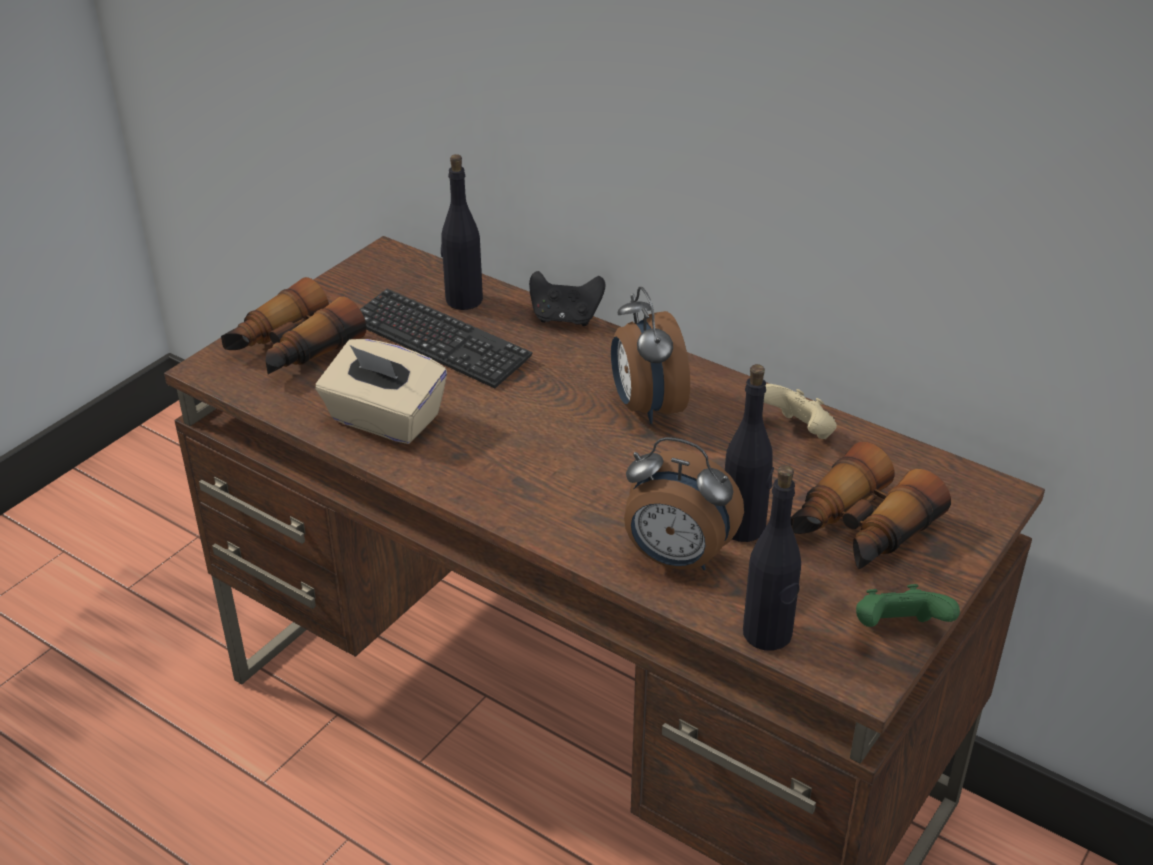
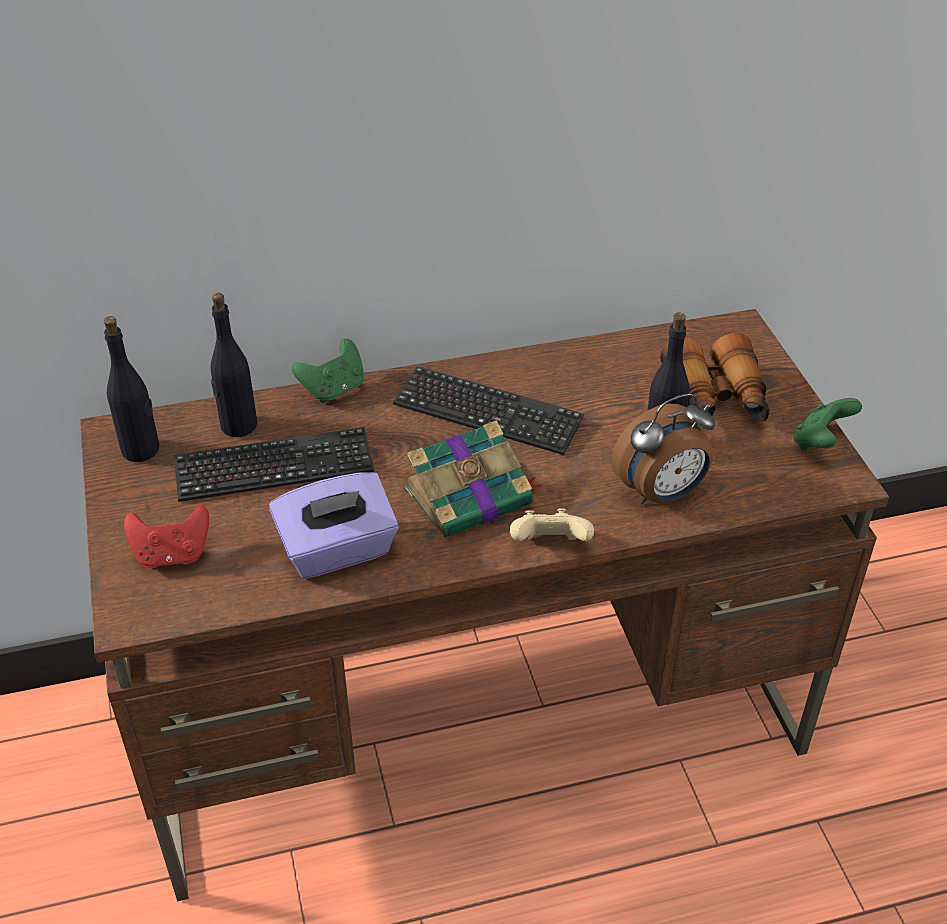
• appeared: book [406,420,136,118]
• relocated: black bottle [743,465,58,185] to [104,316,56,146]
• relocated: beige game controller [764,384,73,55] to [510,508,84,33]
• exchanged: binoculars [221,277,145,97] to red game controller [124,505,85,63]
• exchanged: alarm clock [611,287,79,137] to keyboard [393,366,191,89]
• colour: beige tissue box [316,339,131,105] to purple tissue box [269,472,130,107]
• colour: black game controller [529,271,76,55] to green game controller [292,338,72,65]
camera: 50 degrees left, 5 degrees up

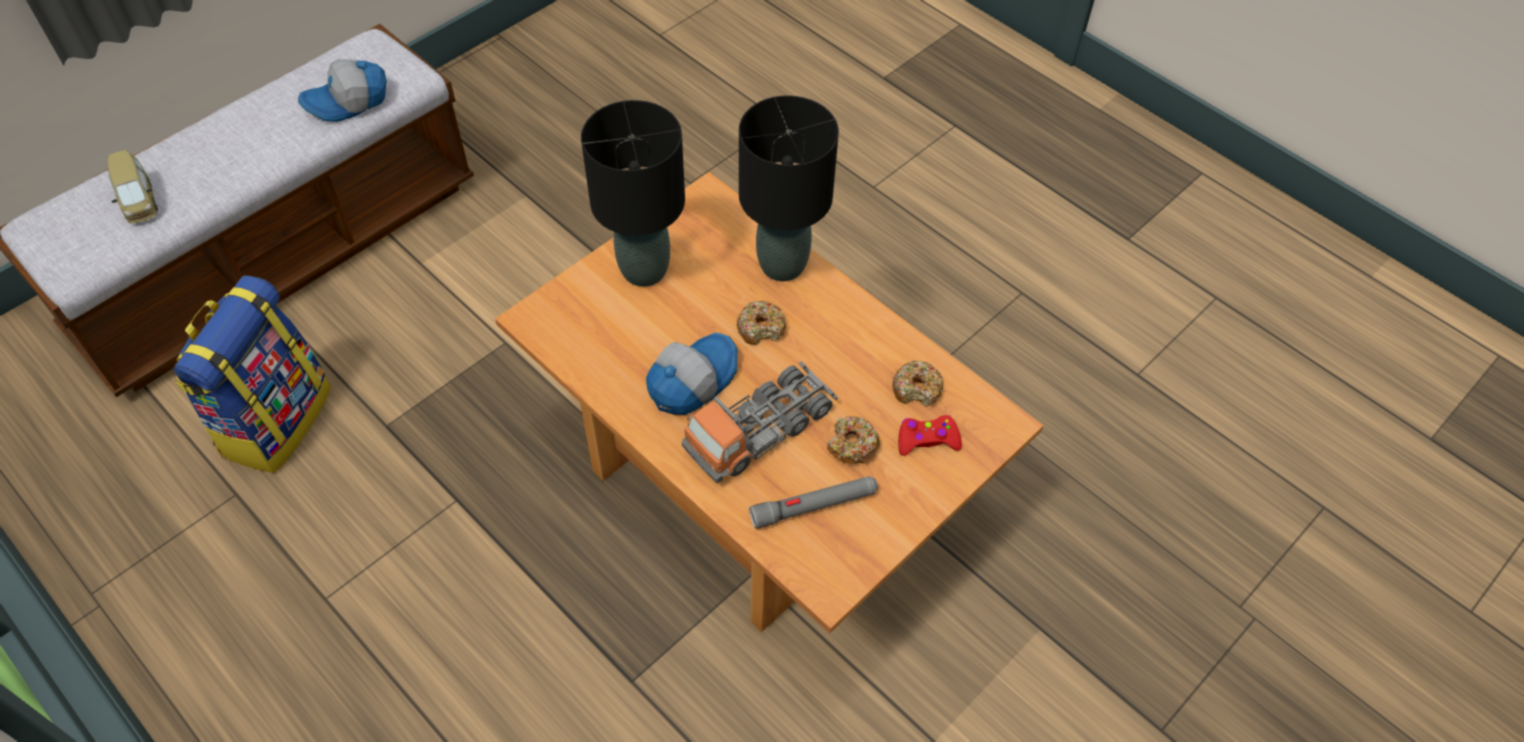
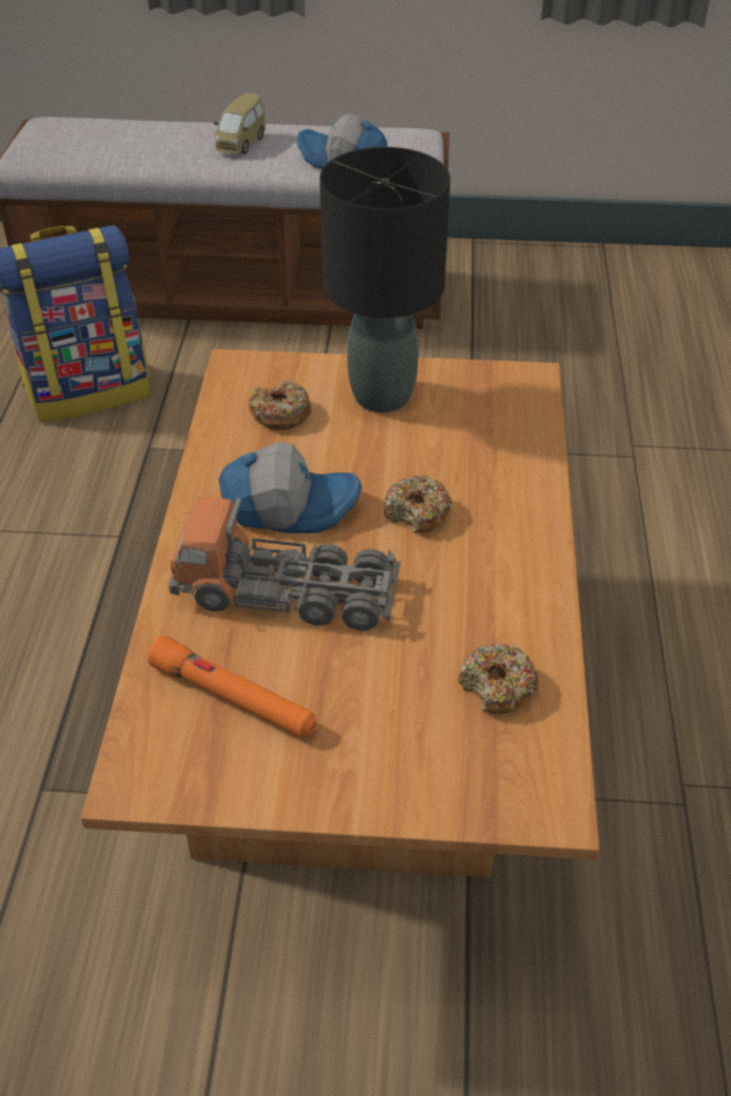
• missing: black table lamp [739,95,100,186]
• missing: red game controller [898,415,64,41]
• relocated: toy car [107,150,51,74] to [214,93,52,61]
• relocated: donut [827,416,53,48] to [249,380,63,50]
• colour: grey flashlight [749,476,129,53] to orange flashlight [147,636,170,102]
camera: 50 degrees right, 10 degrees down

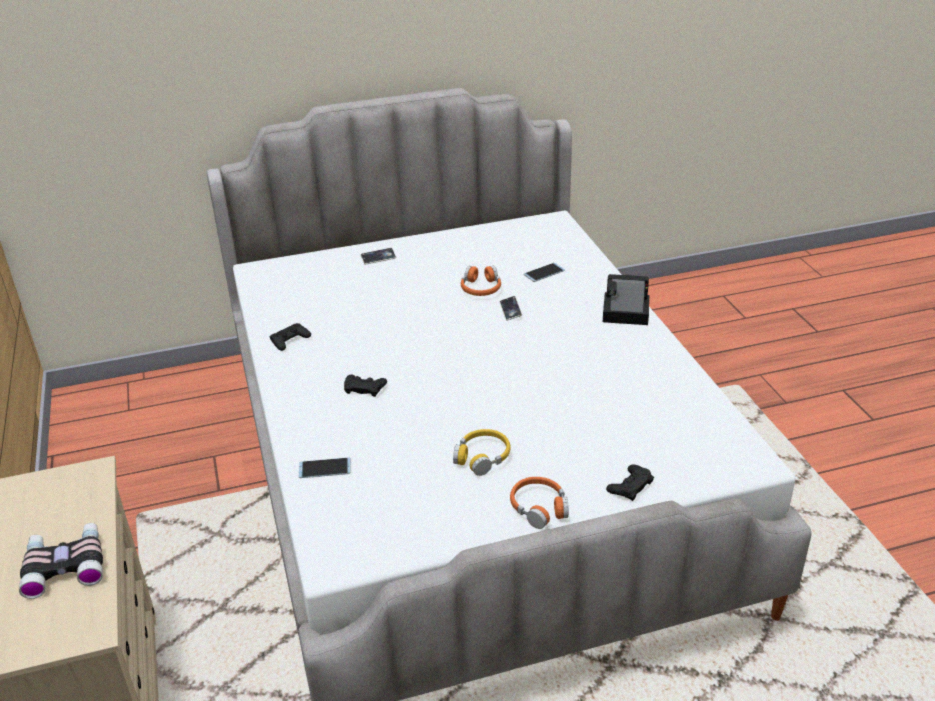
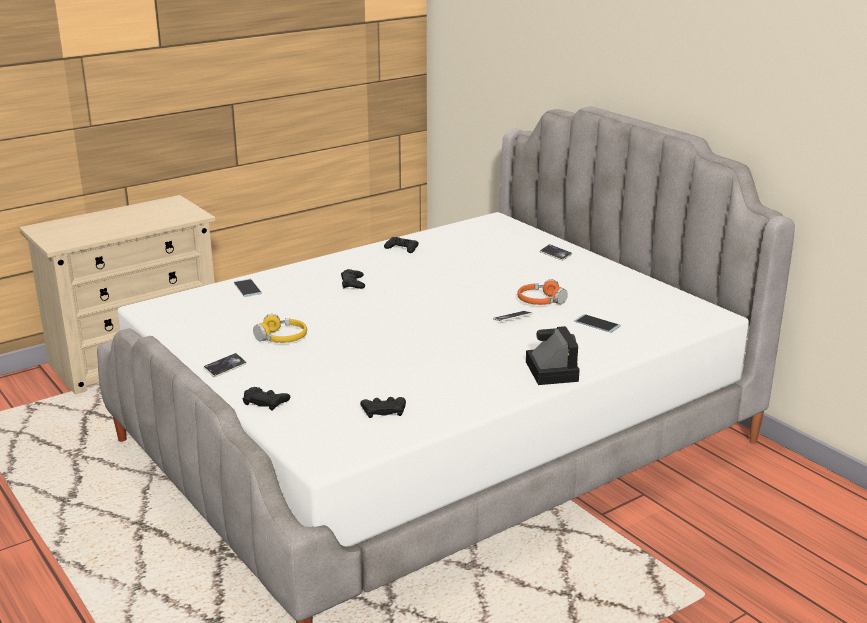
• missing: binoculars [19,523,84,76]
• appeared: black game controller [360,397,46,21]
• exchanged: orange headphones [510,477,59,52] to phone [203,353,44,24]
camera: 70 degrees right, 10 degrees down

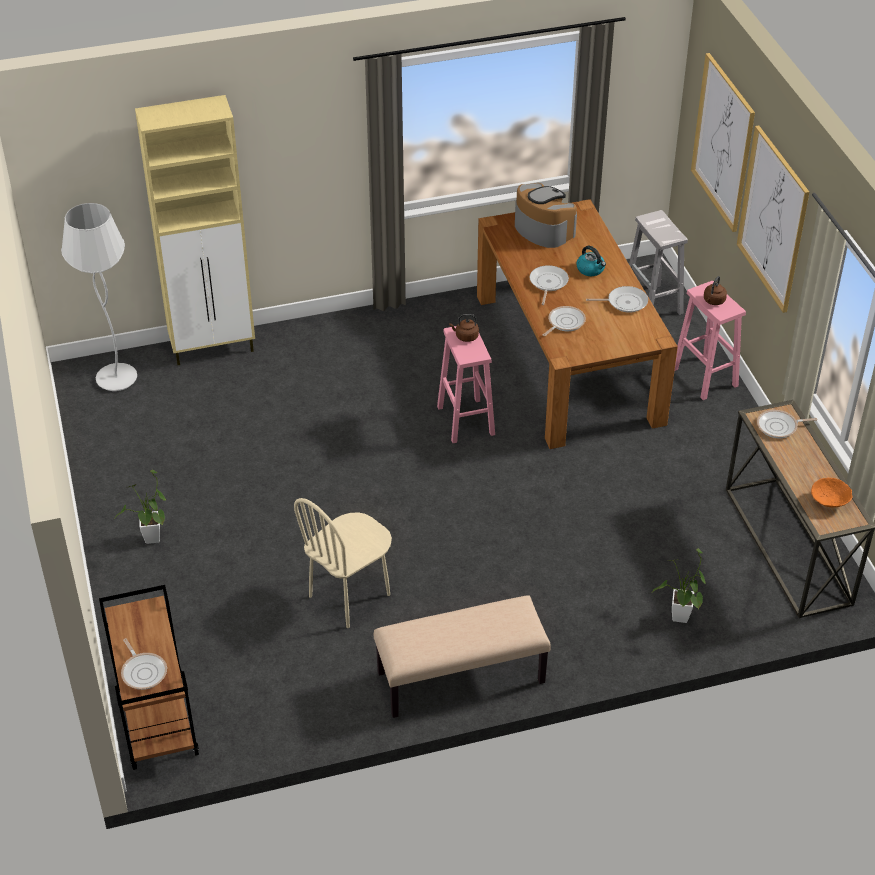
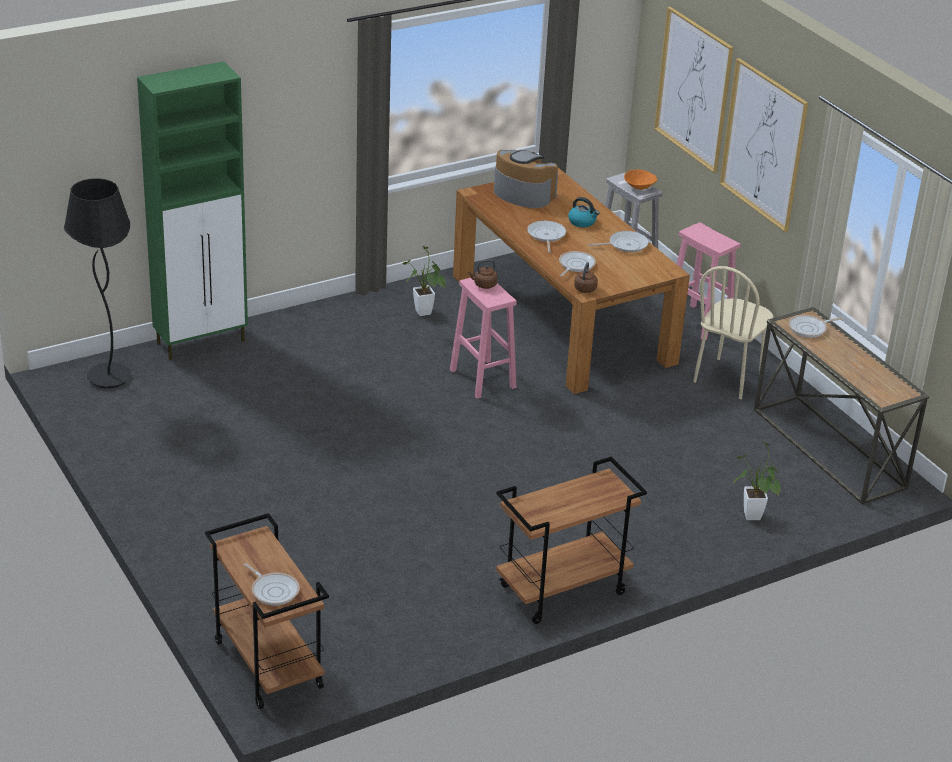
• relocated: potted plant [115,470,51,74] to [402,246,44,70]
• relocated: beige chair [294,498,98,130] to [693,266,80,133]
• relocated: brown kettle [704,276,23,29] to [574,262,24,31]
• relocated: orange bowl [811,478,42,29] to [624,170,33,20]
• exchanged: beige bench [374,595,177,123] to brown cart [496,456,151,168]
• colour: white floor lamp [61,203,76,188] to black floor lamp [64,178,67,210]
• colour: beige cabinet [135,95,120,270] to green cabinet [137,61,111,299]
camera: 15 degrees left, 10 degrees down

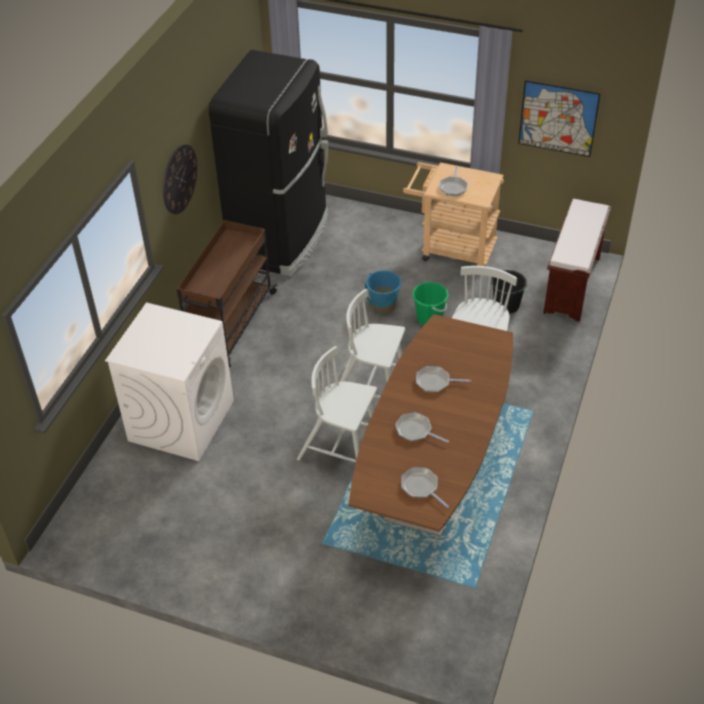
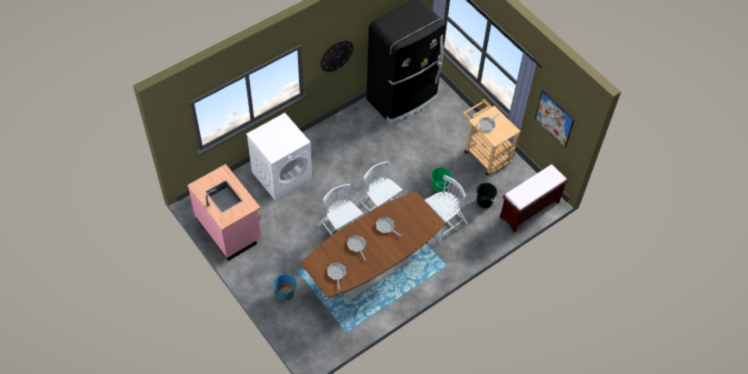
• missing: brown cart [177,220,101,147]
• appeared: pink counter [188,164,73,97]
• relocated: blue bucket [365,270,36,44] to [274,273,23,27]
camera: 30 degrees right, 10 degrees up

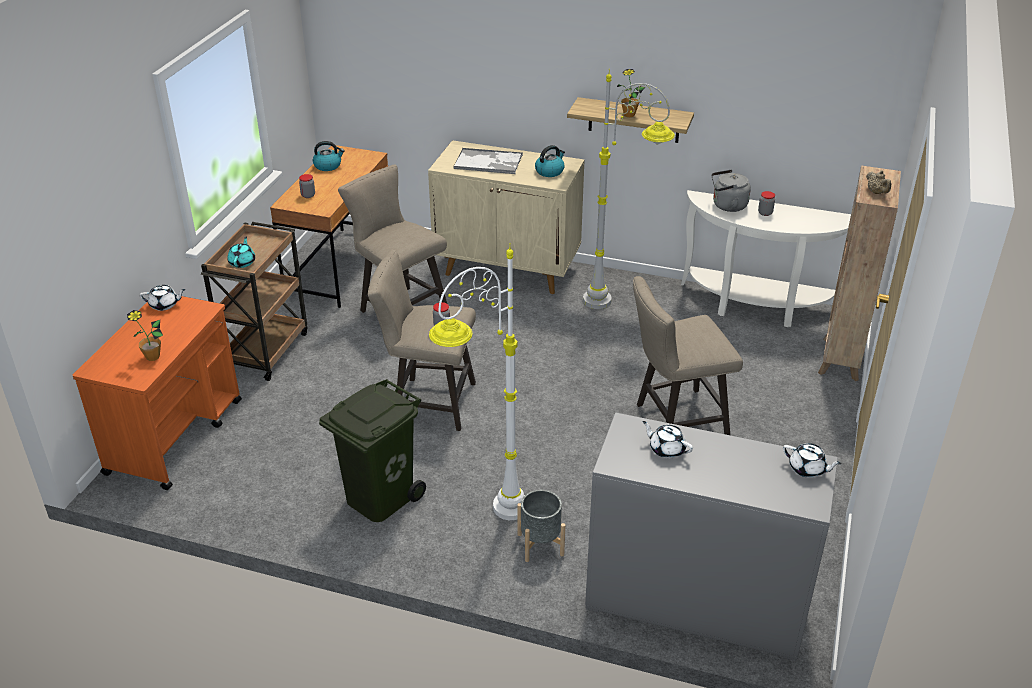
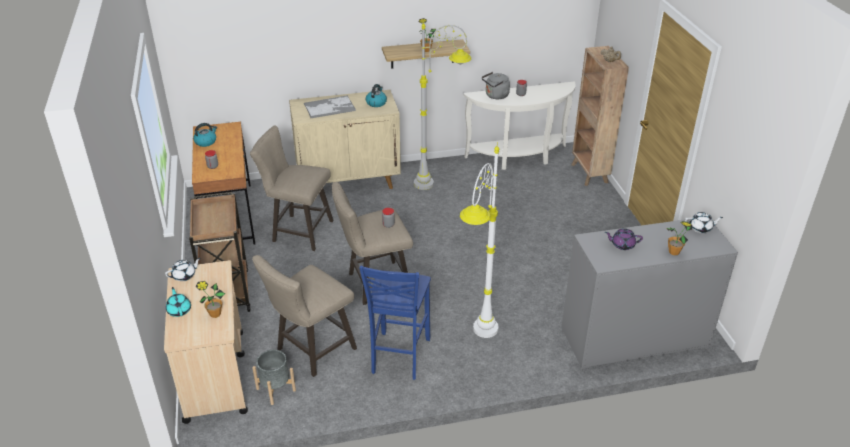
• appeared: potted plant [666,221,26,34]
• relocated: turquoise teapot [227,237,28,31] to [166,287,25,30]
• relocated: grey planter [517,490,48,72] to [252,350,44,55]
• relocated: beige stool [633,276,110,159] to [252,255,105,122]
• exchanged: green trash can [319,379,107,143] to blue chair [359,266,72,114]
• colour: orange cart [73,296,169,194] to beige cart [164,260,84,164]
• colour: white teapot [642,421,51,37] to purple teapot [605,229,38,21]
camera: 30 degrees left, 0 degrees up

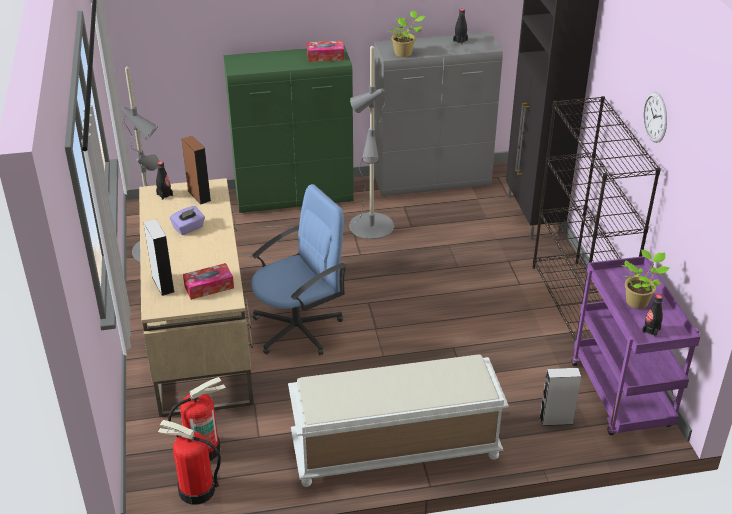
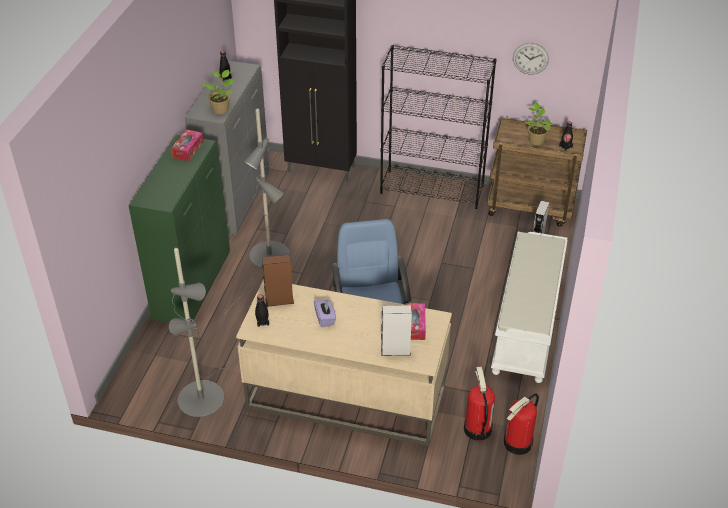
• relocated: wall clock [643,92,24,51] to [513,43,36,31]
• colour: purple cart [572,256,128,179] to brown cart [487,118,100,109]
camera: 65 degrees left, 5 degrees up

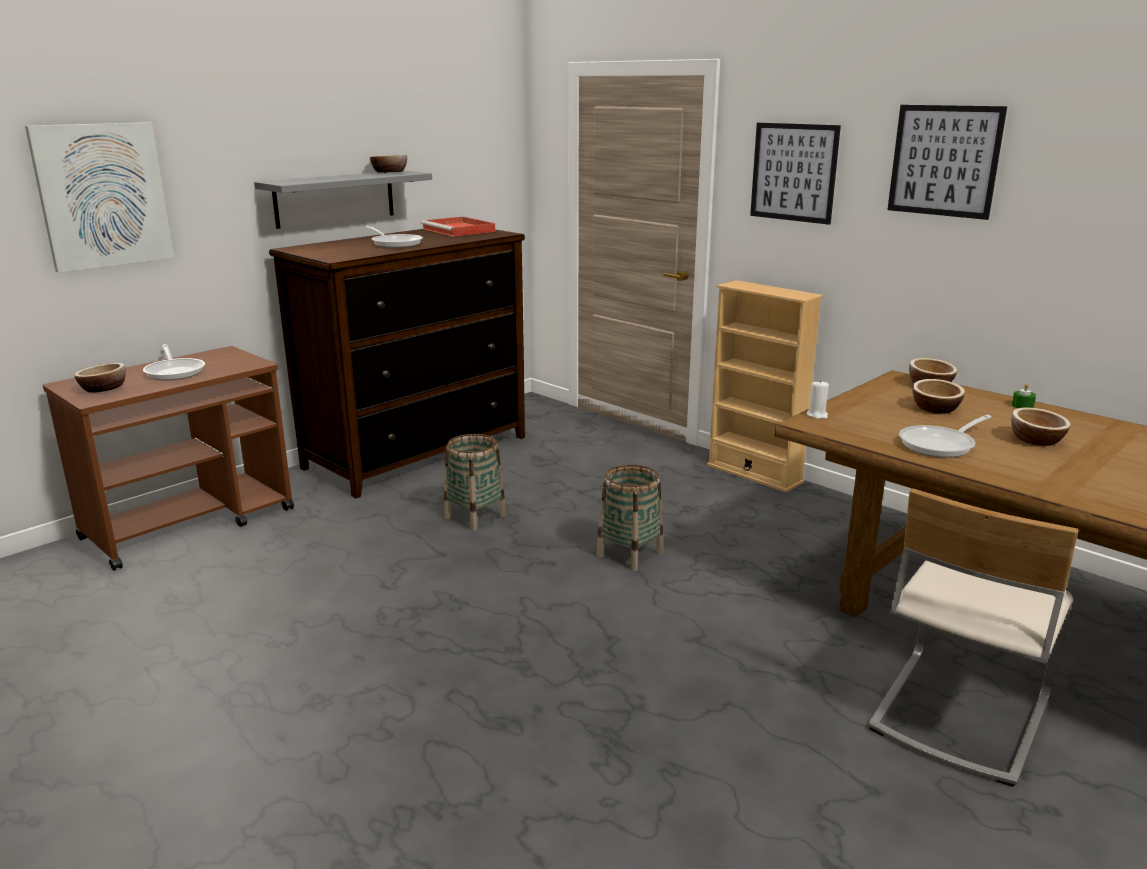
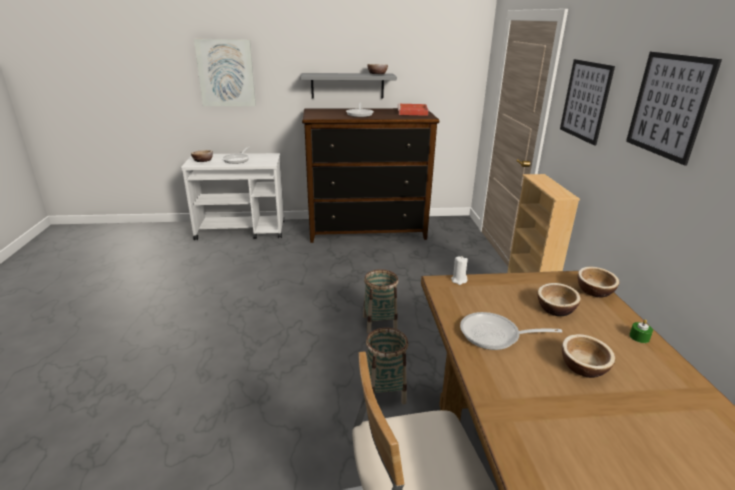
• relocated: basket [444,434,62,97] to [366,328,42,77]
• colour: brown cart [43,346,251,225] to white cart [181,153,103,87]
camera: 40 degrees right, 5 degrees up

